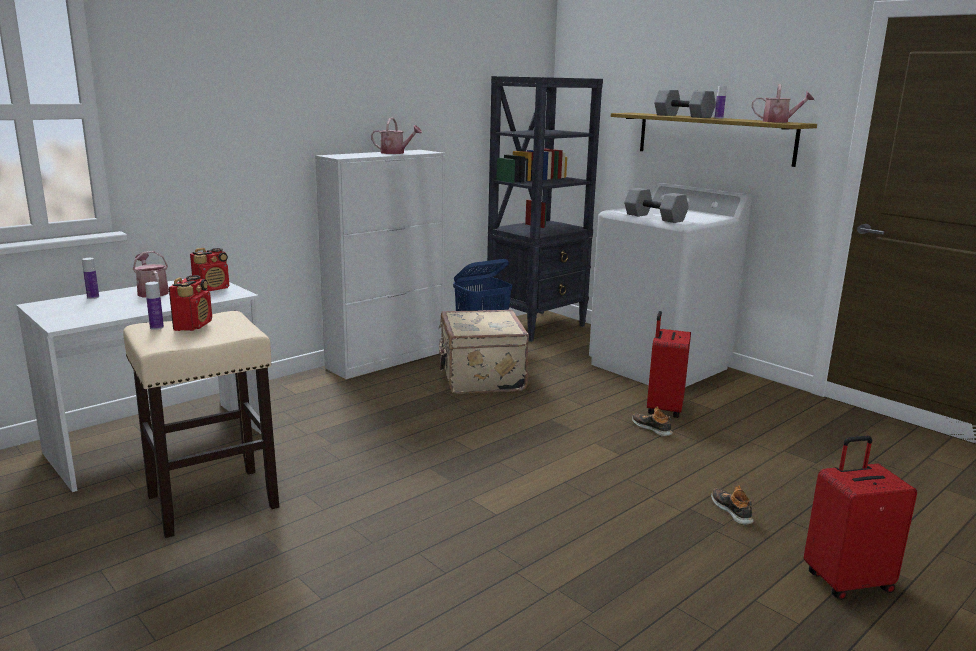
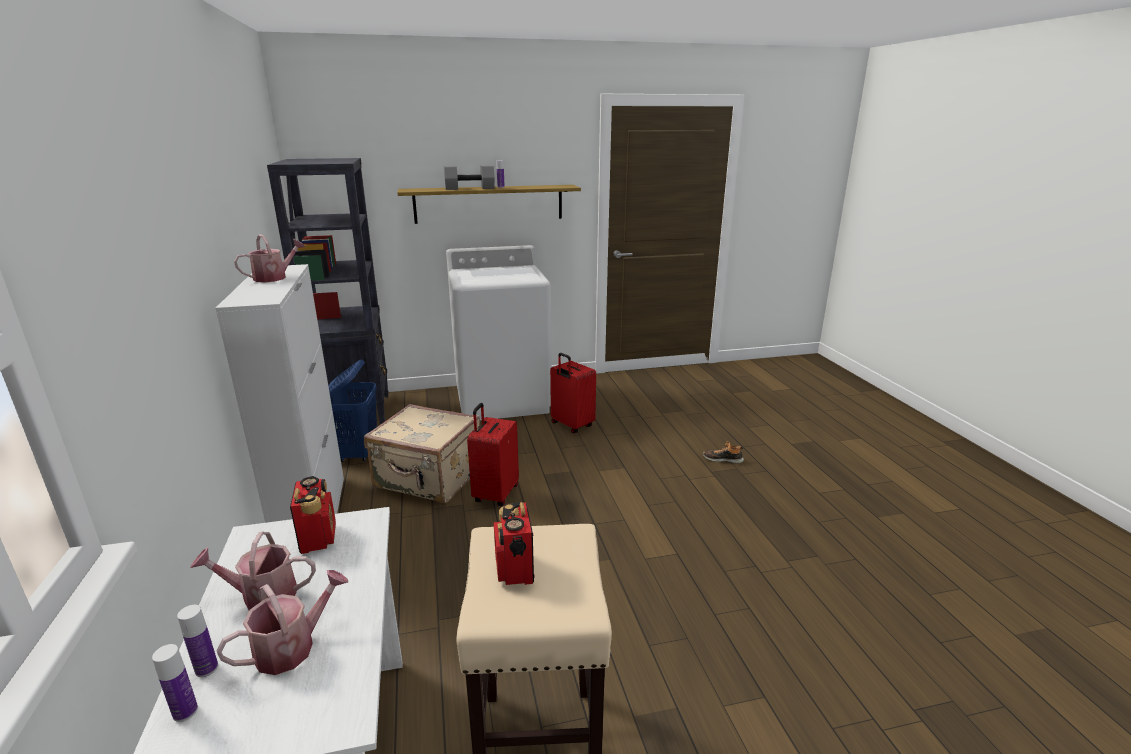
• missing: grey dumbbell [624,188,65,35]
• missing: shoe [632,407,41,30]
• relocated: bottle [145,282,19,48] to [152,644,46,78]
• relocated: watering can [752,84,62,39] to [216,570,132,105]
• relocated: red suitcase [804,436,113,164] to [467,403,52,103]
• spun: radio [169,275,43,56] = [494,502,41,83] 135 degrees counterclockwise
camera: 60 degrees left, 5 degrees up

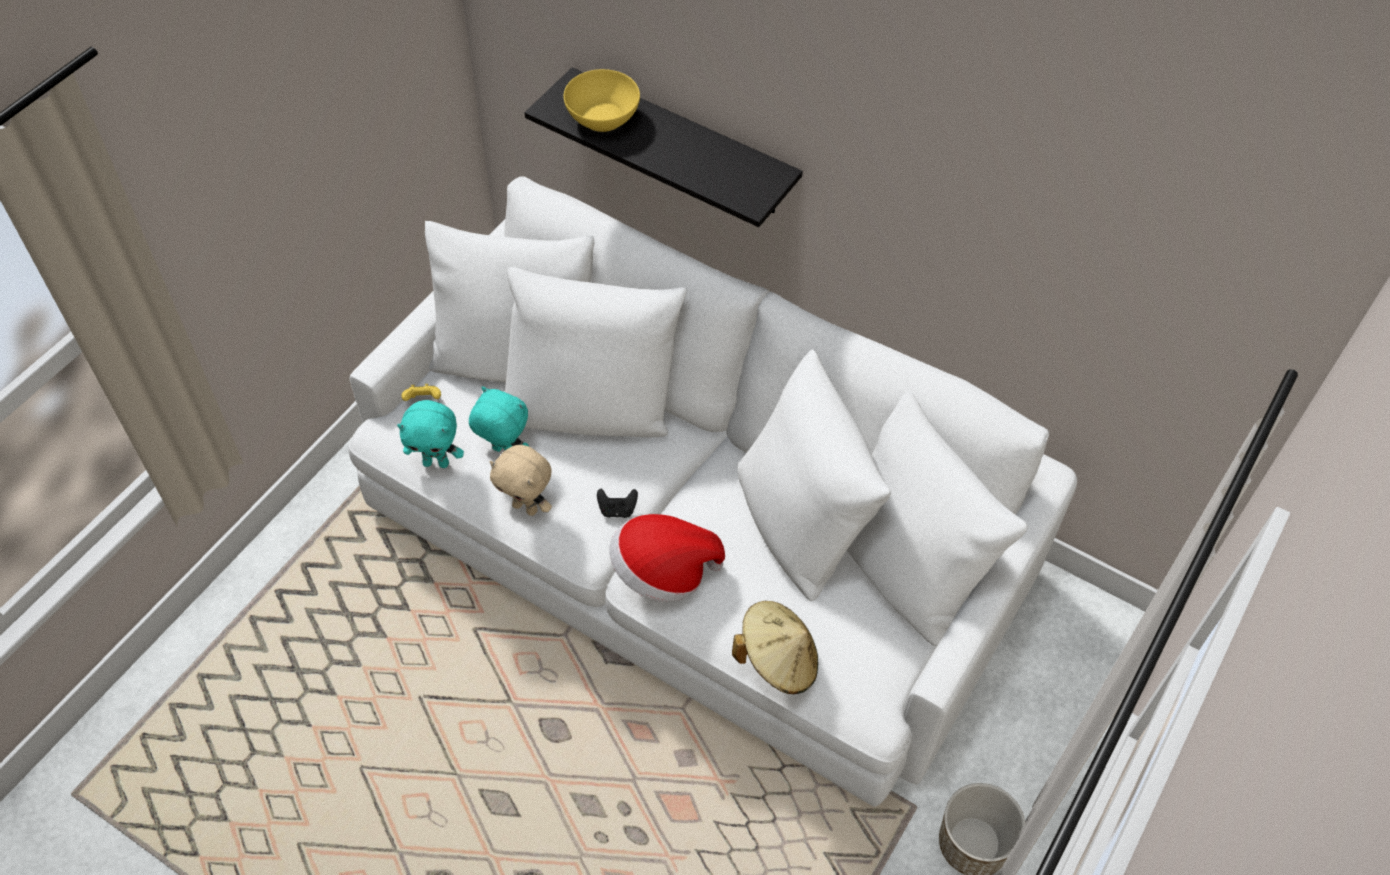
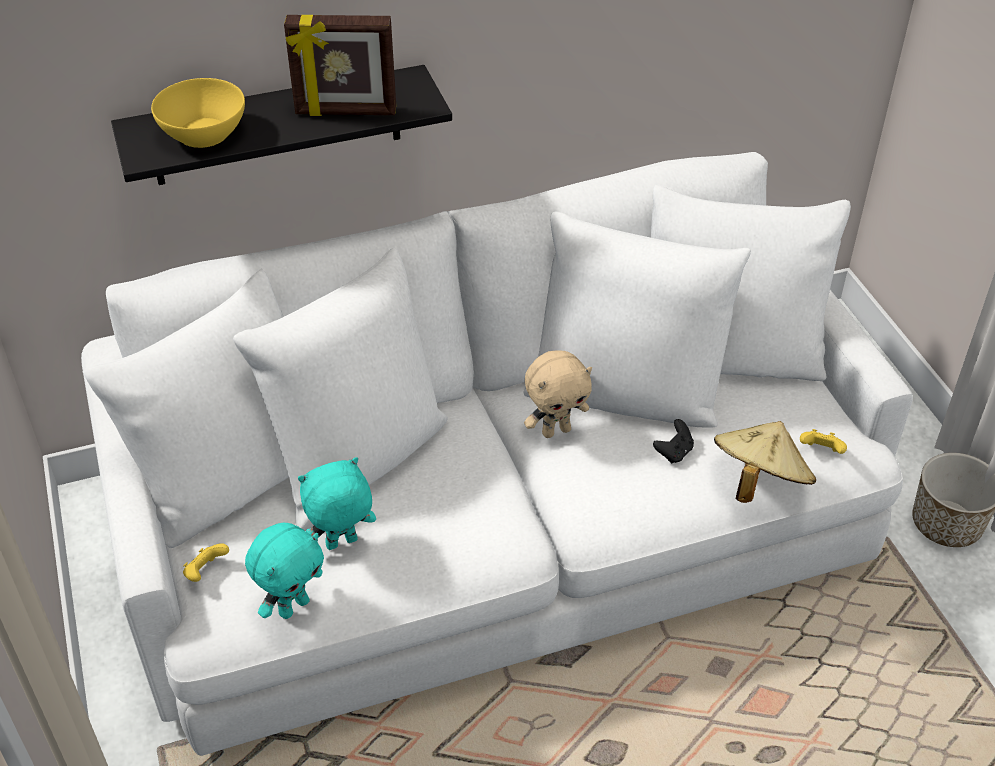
• missing: hat [609,514,116,88]
• appeared: picture frame [284,15,112,101]
• appeared: yellow game controller [800,429,47,25]
• relocated: beige plush toy [489,445,63,71] to [524,350,68,88]
• relocated: black game controller [597,489,41,29] to [653,419,41,44]
camera: 50 degrees left, 10 degrees down

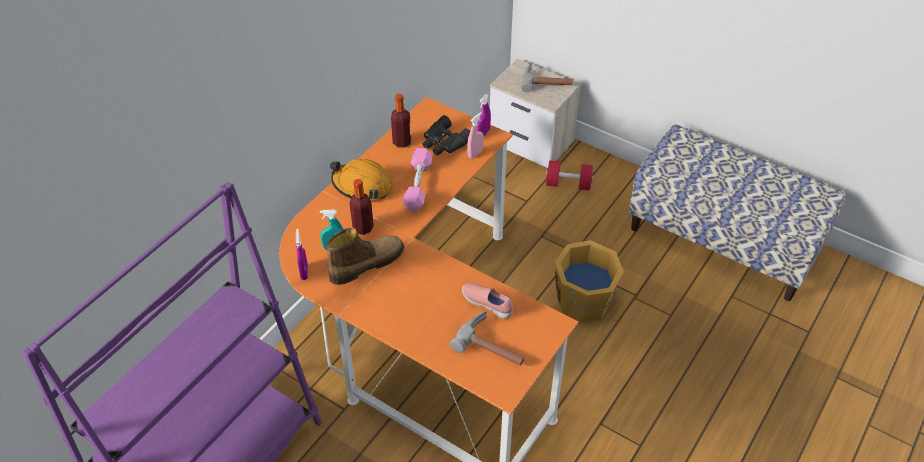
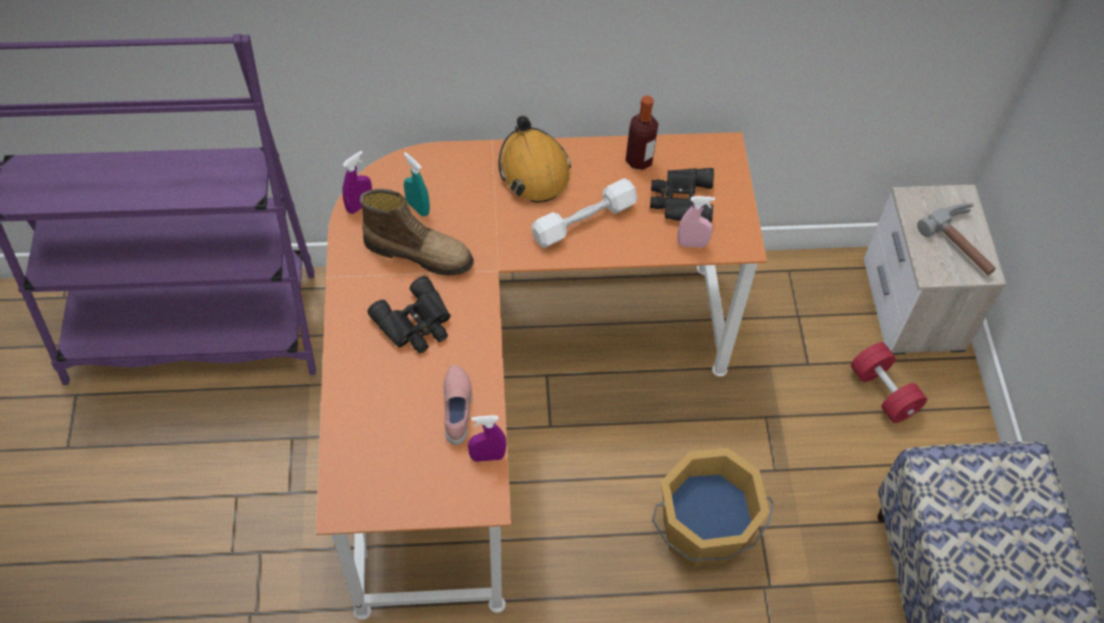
• missing: bottle [349,179,25,56]
• missing: hammer [450,311,74,55]
• appeared: black binoculars [367,276,84,78]
• relocated: purple spray bottle [477,94,14,42] to [468,415,38,47]
• colour: pink dumbbell [402,148,30,63] to white dumbbell [532,178,105,70]
camera: 50 degrees right, 10 degrees up

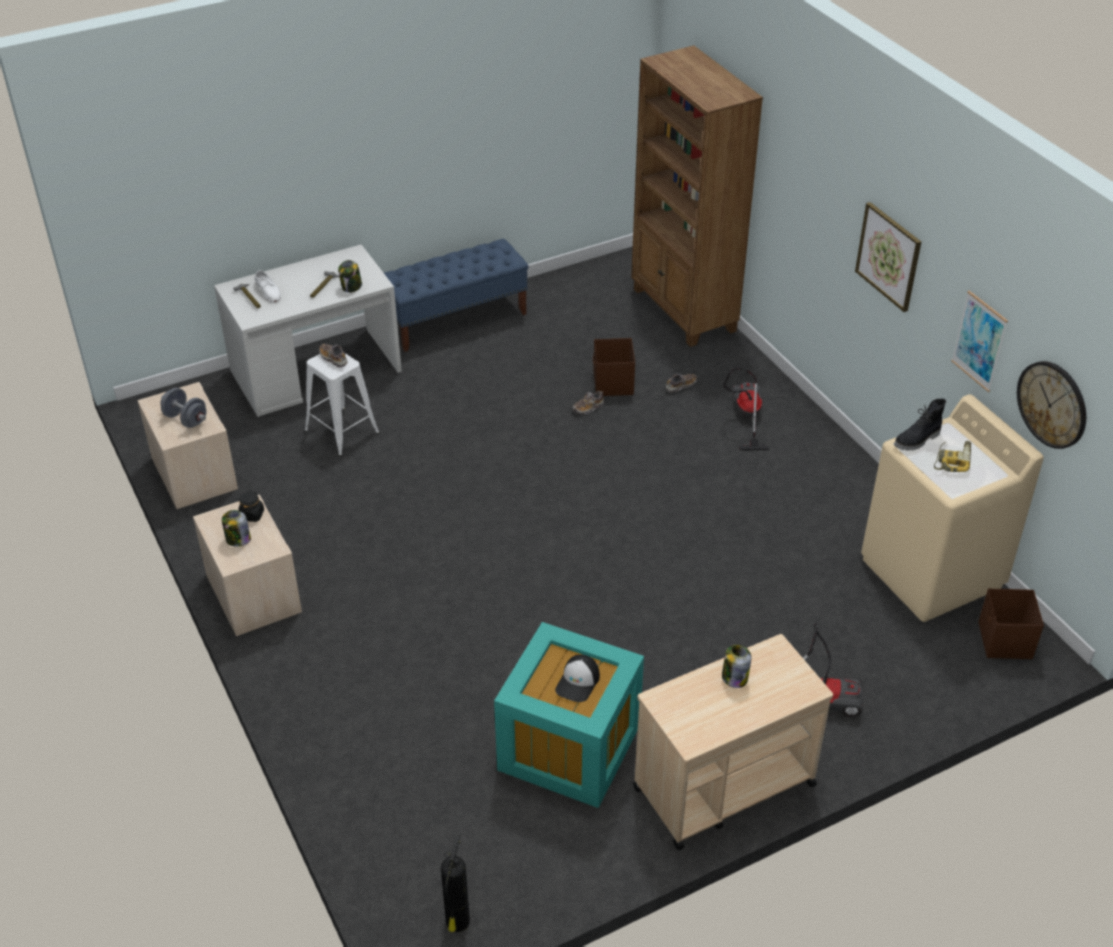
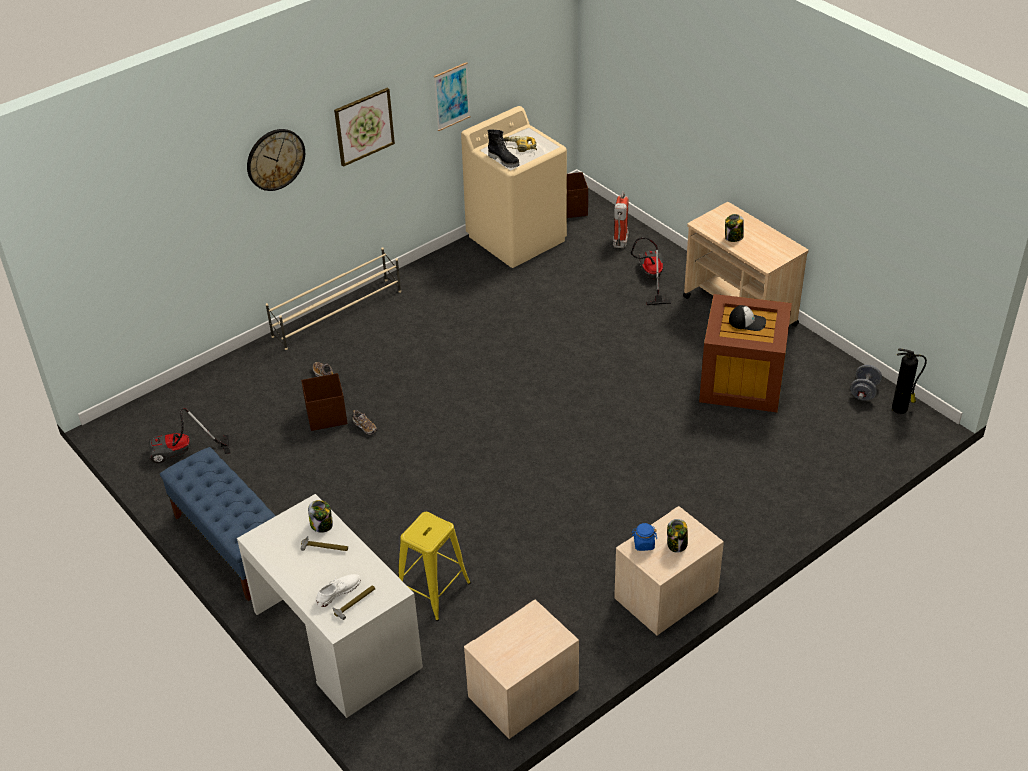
• missing: shoe [319,344,29,24]
• missing: brown bookcase [631,45,132,302]
• appeared: beige shoe rack [266,248,135,102]
• appeared: fire extinguisher [613,191,16,57]
• relocated: grey dumbbell [160,388,47,40] to [850,365,32,36]
• relocated: vacuum cleaner [723,367,47,83] to [149,408,81,55]
• relocated: wall clock [1017,361,69,88] to [247,129,58,62]
• colour: black jar [238,491,26,31] to blue jar [632,523,25,28]
• colour: white stool [304,353,76,104] to yellow stool [399,512,72,109]
• colour: turquoise storage box [494,622,150,186] to brown storage box [699,294,93,118]
camera: 100 degrees left, 0 degrees up

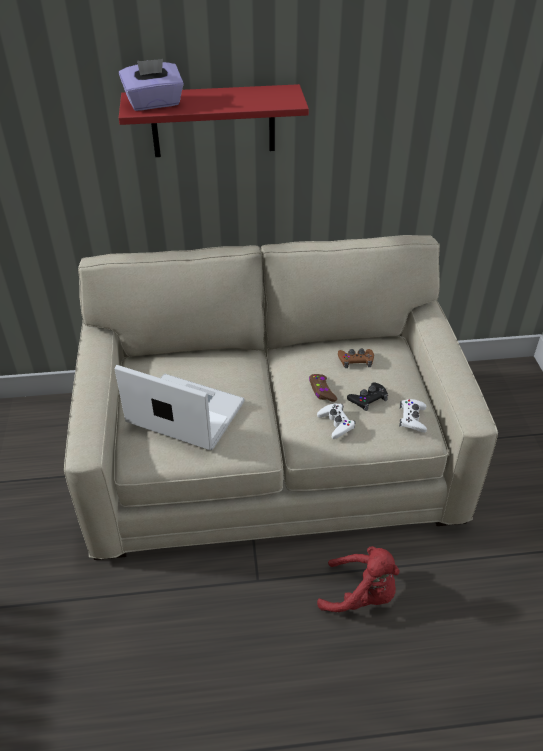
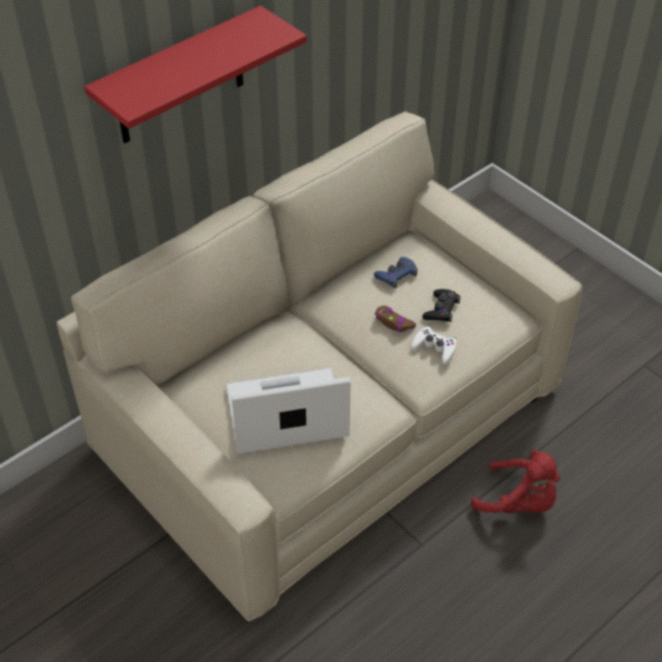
• missing: purple tissue box [119,59,65,52]
• missing: white game controller [399,399,28,34]
• colour: brown game controller [338,349,36,19] to blue game controller [374,257,44,31]
• spun: red plush toy [317,546,83,66] = [471,450,89,64] 45 degrees clockwise
camera: 35 degrees left, 5 degrees up

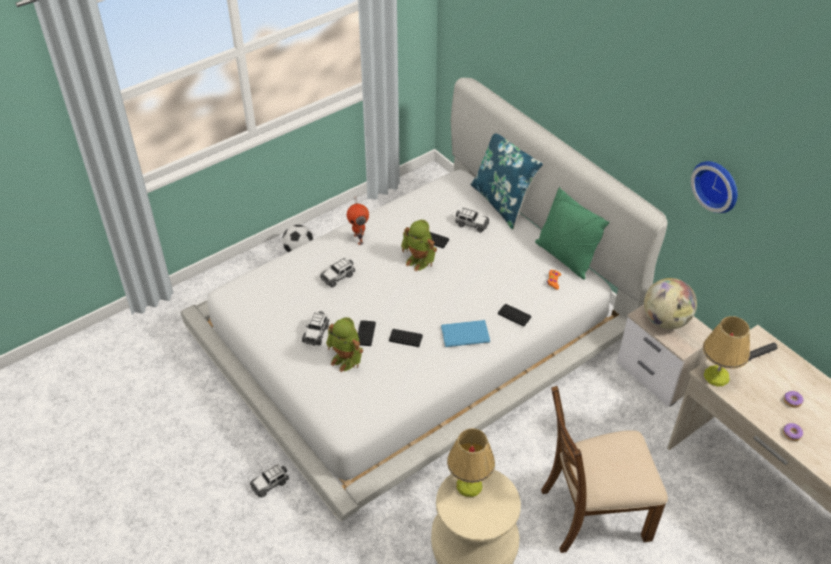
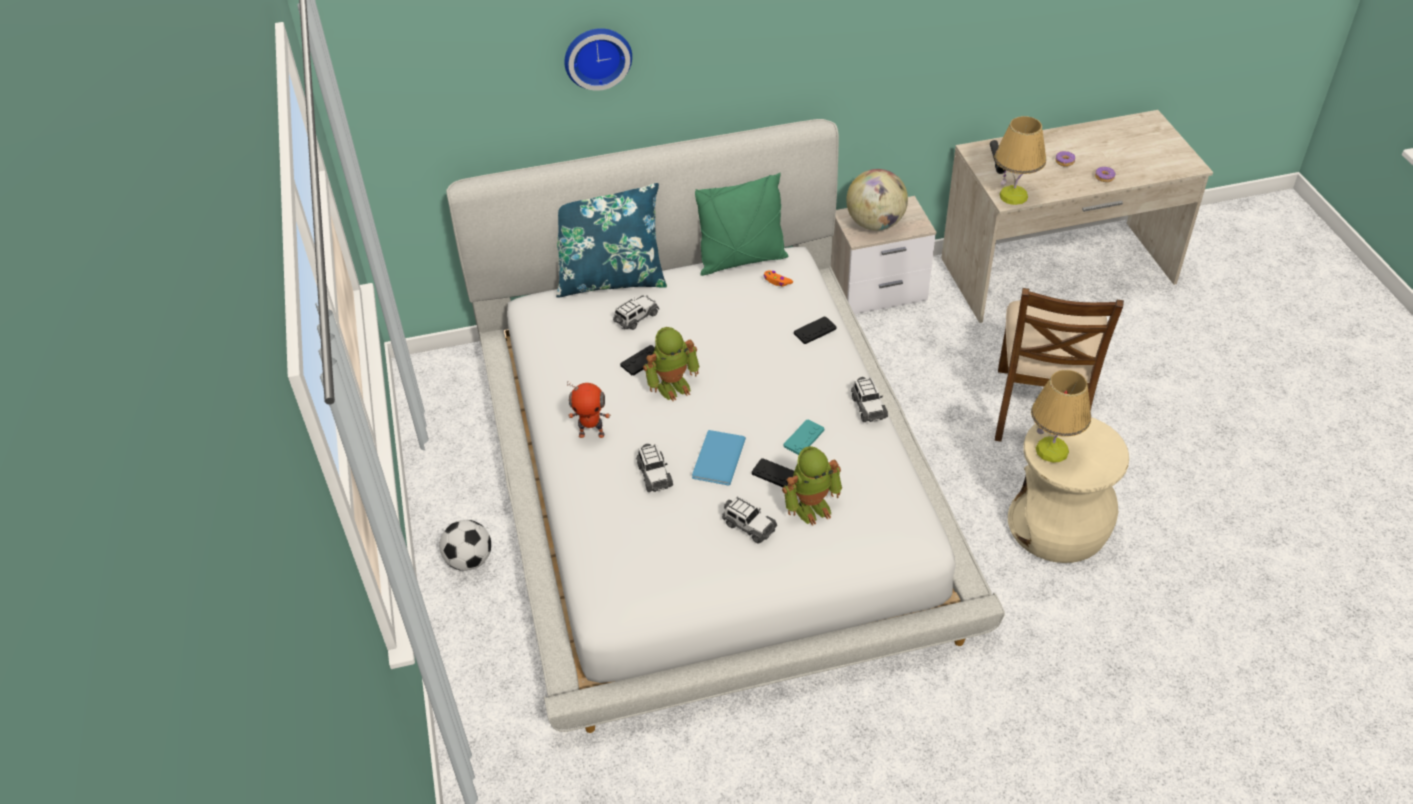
• relocated: toy car [250,464,39,33] to [851,377,37,45]
• relocated: blue book [441,320,49,27] to [692,430,54,56]
• relocated: wall clock [691,161,46,52] to [564,28,68,63]
• colour: black game controller [389,329,34,18] to turquoise game controller [783,420,41,35]
camera: 65 degrees left, 0 degrees up

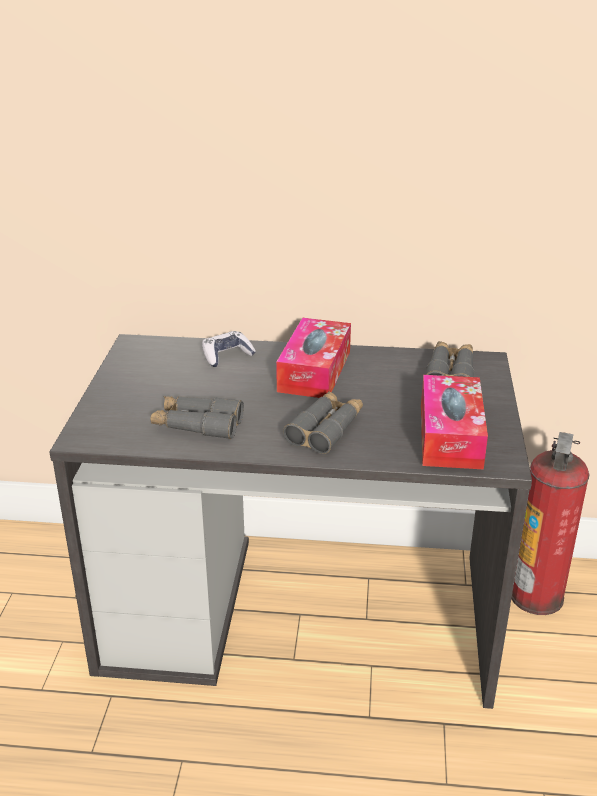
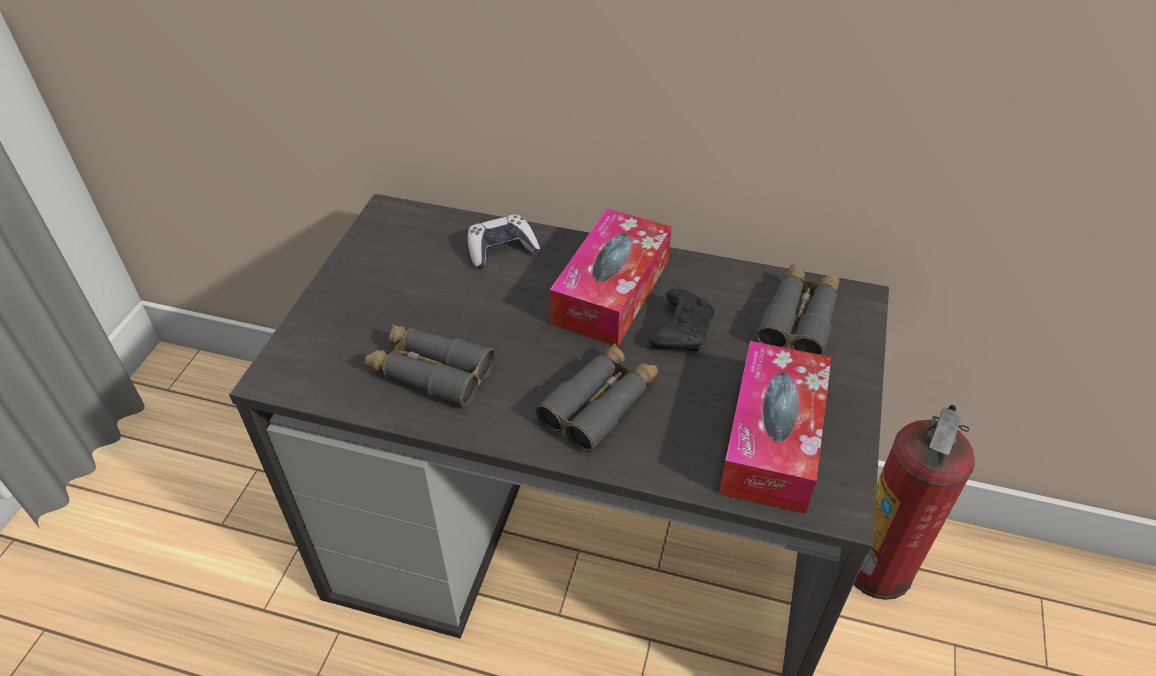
• appeared: black game controller [649,289,65,62]
camera: 10 degrees right, 15 degrees up

